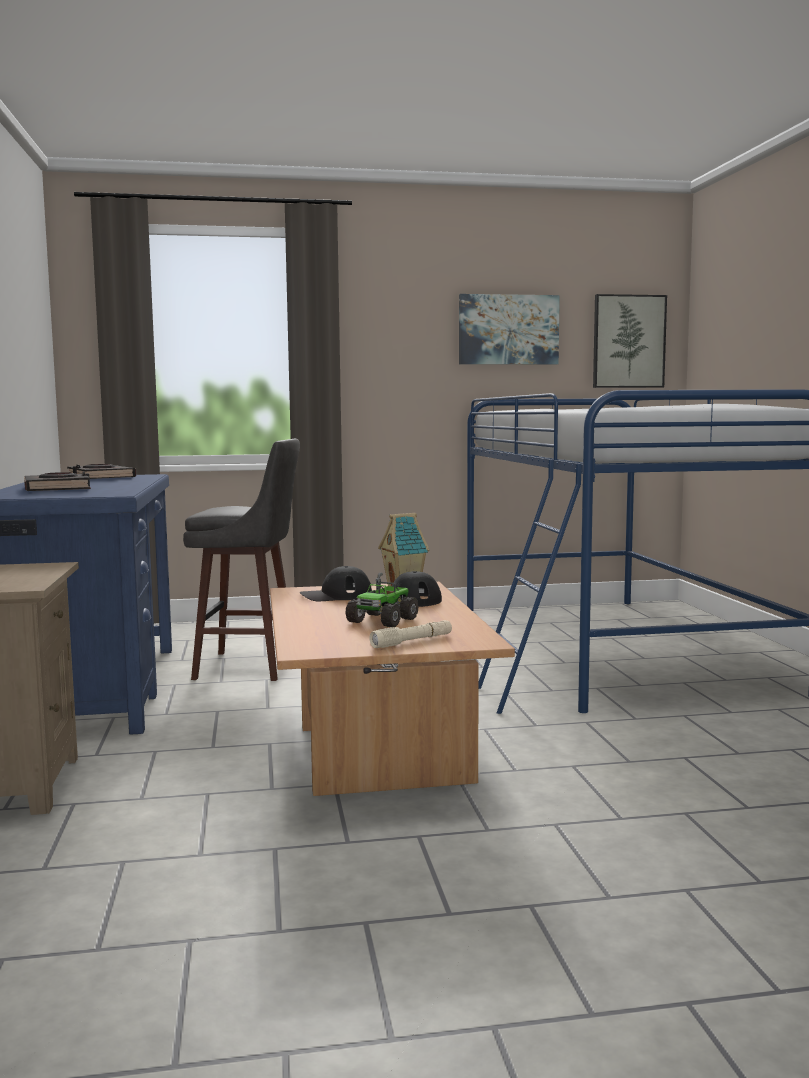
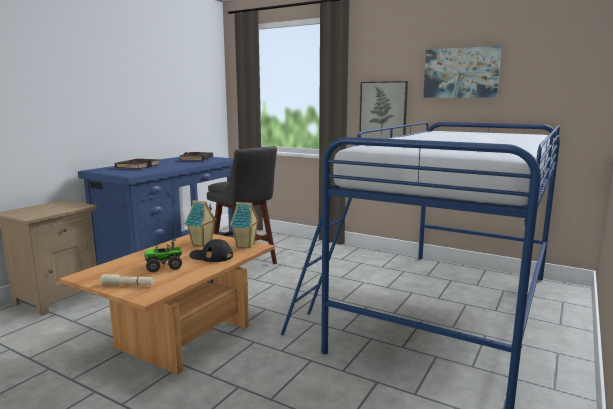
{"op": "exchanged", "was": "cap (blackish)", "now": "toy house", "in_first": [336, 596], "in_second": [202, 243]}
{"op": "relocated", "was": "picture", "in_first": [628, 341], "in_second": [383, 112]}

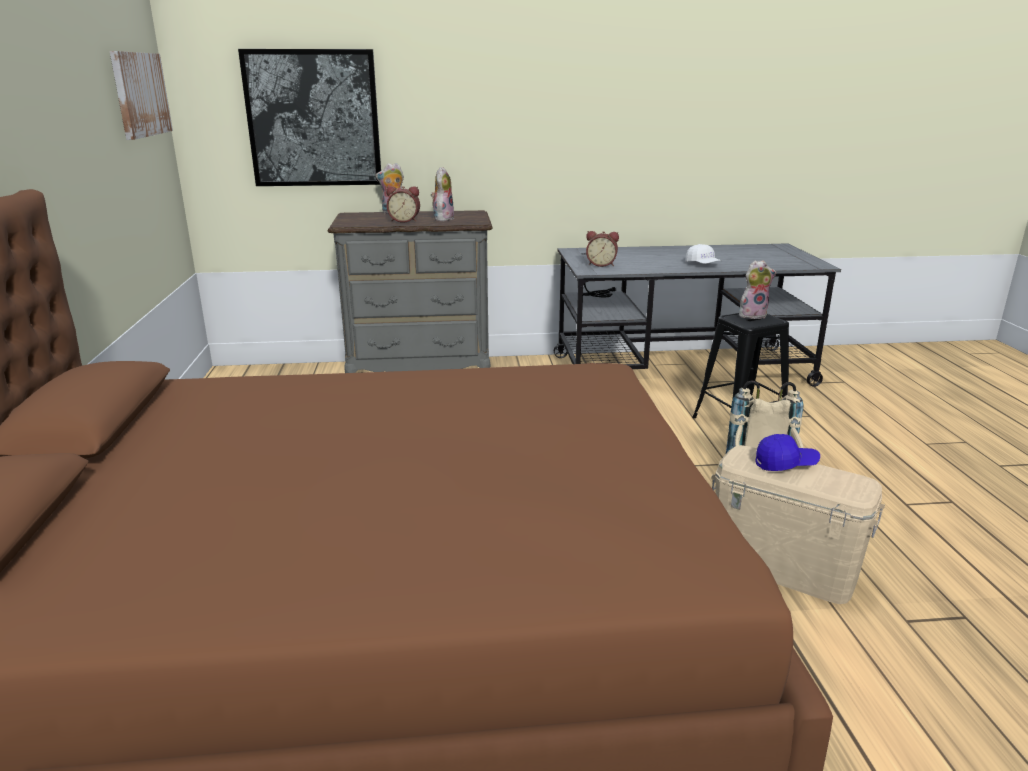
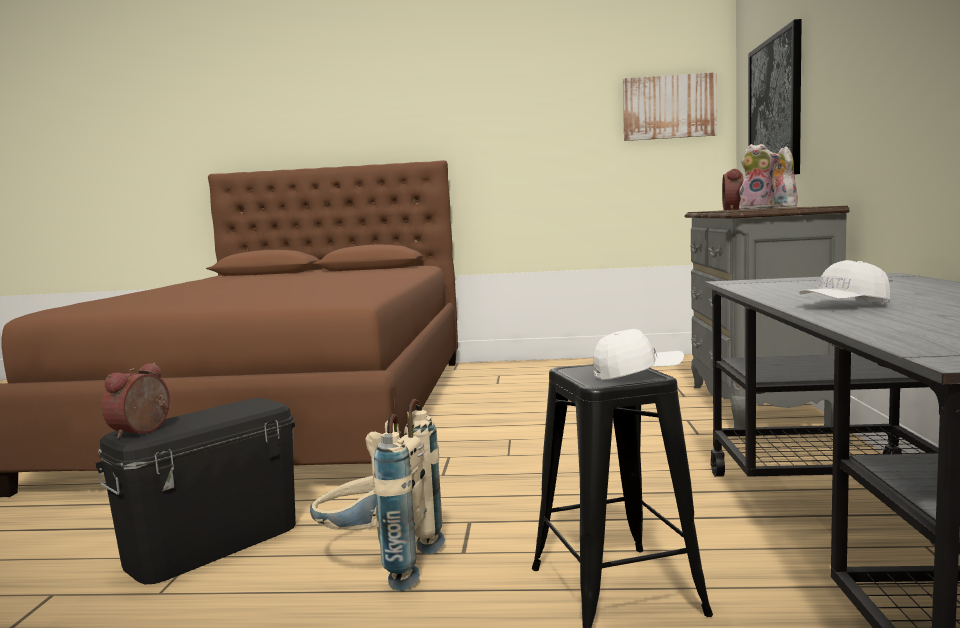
{"op": "colour", "was": "storage bin (sand-coloured)", "now": "storage bin (blackish)", "in_first": [783, 567], "in_second": [213, 544]}
{"op": "relocated", "was": "table clock", "in_first": [601, 264], "in_second": [143, 431]}
{"op": "exchanged", "was": "plush toy", "now": "cap (white)", "in_first": [752, 315], "in_second": [637, 374]}
{"op": "missing", "was": "cap (blue)", "in_first": [785, 464]}

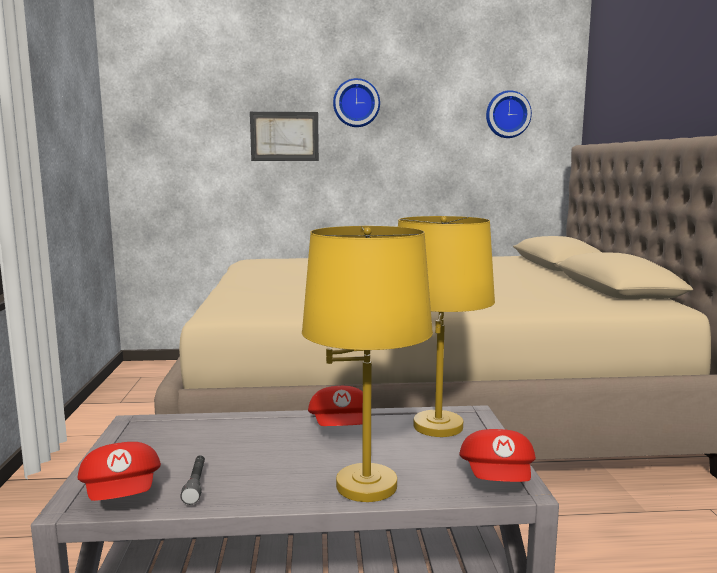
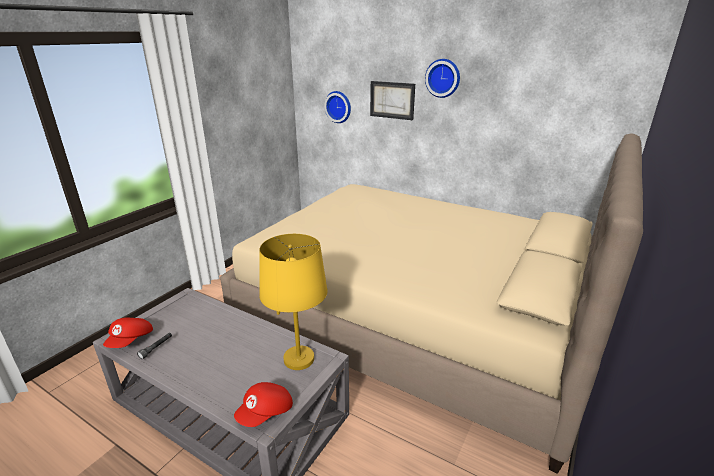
{"op": "relocated", "was": "clock on the wall", "in_first": [507, 114], "in_second": [339, 107]}
{"op": "missing", "was": "lamp for a table (yellowish)", "in_first": [366, 485]}
{"op": "missing", "was": "cap (red)", "in_first": [340, 427]}

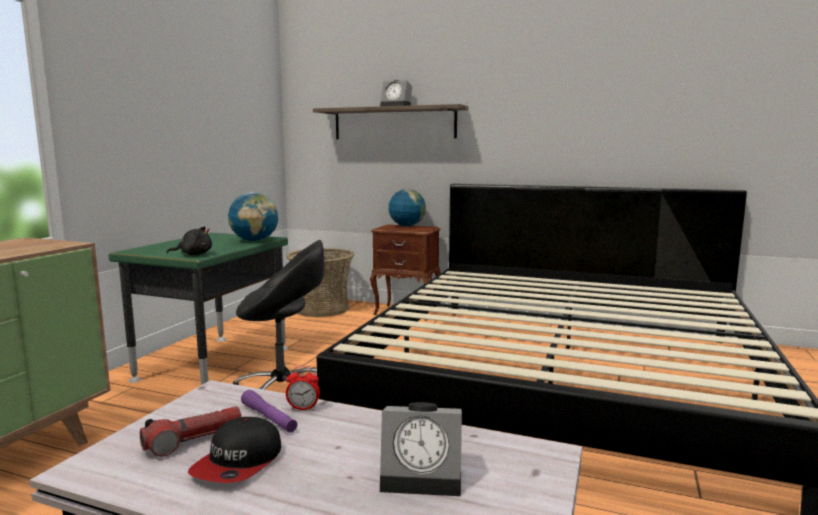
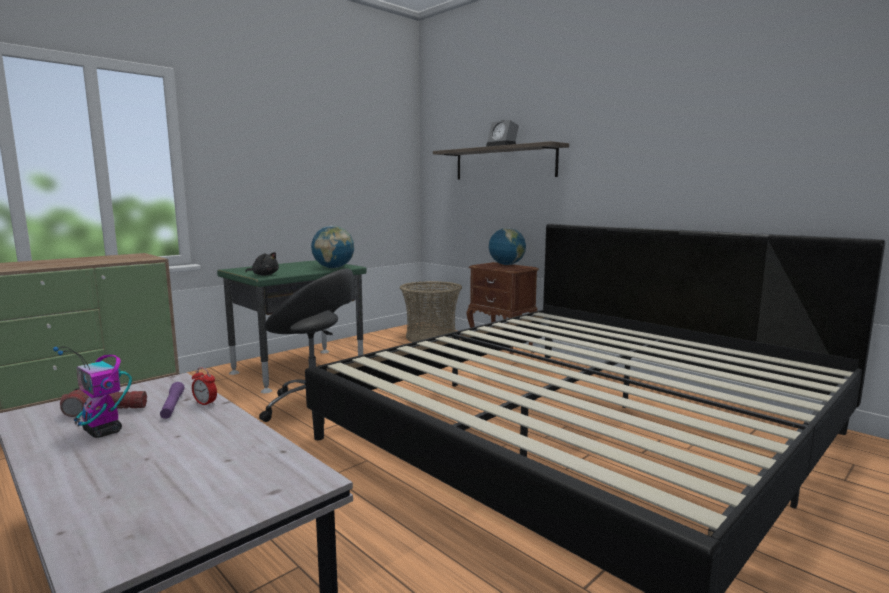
{"op": "exchanged", "was": "cap", "now": "robot figure", "in_first": [238, 463], "in_second": [103, 431]}
{"op": "missing", "was": "table clock", "in_first": [424, 476]}

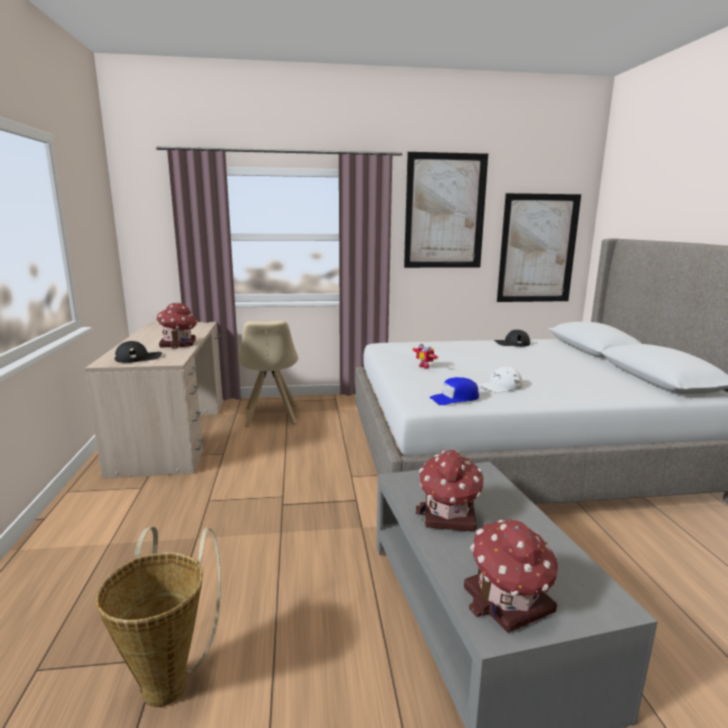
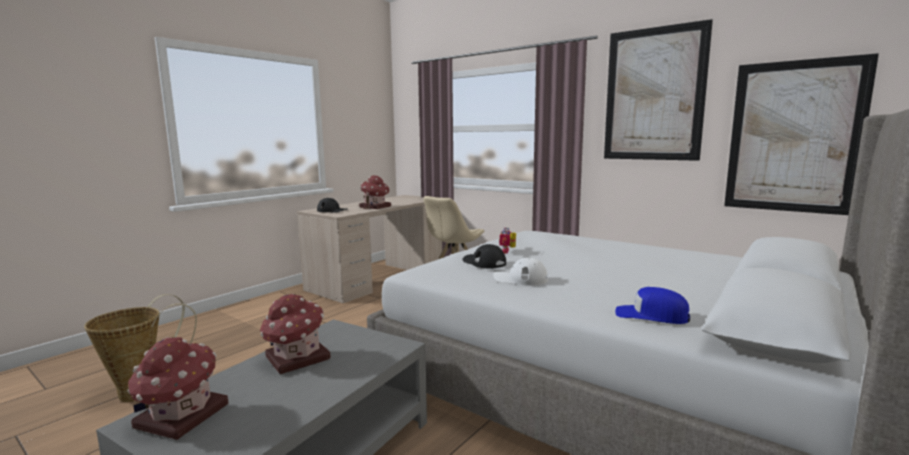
{"op": "relocated", "was": "cap (blackish)", "in_first": [512, 343], "in_second": [484, 262]}
{"op": "relocated", "was": "cap (blue)", "in_first": [454, 398], "in_second": [651, 315]}

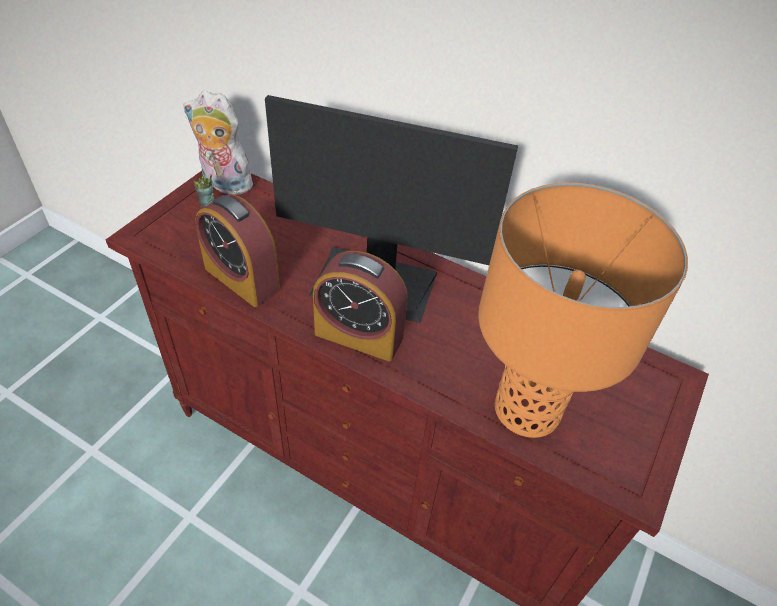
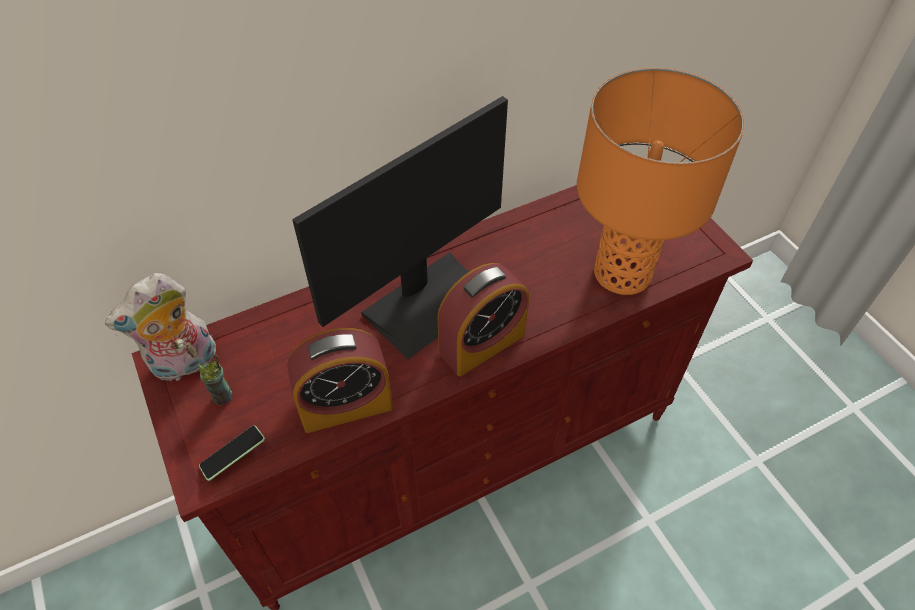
{"op": "appeared", "now": "handset", "in_second": [234, 456]}

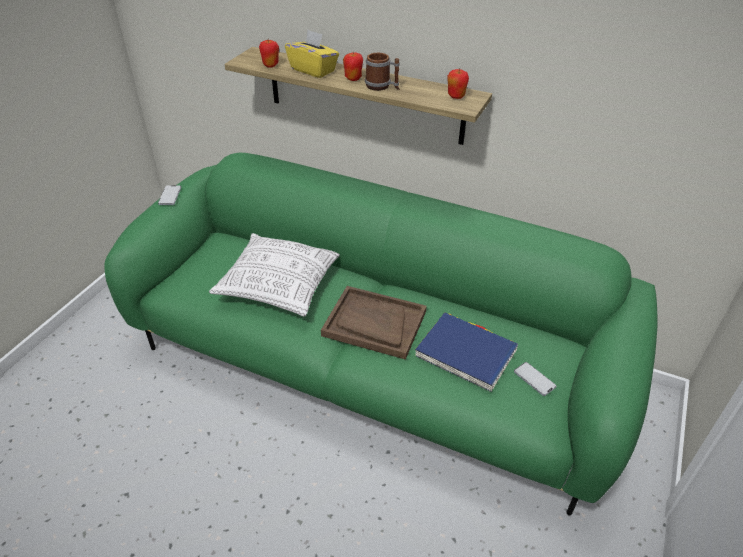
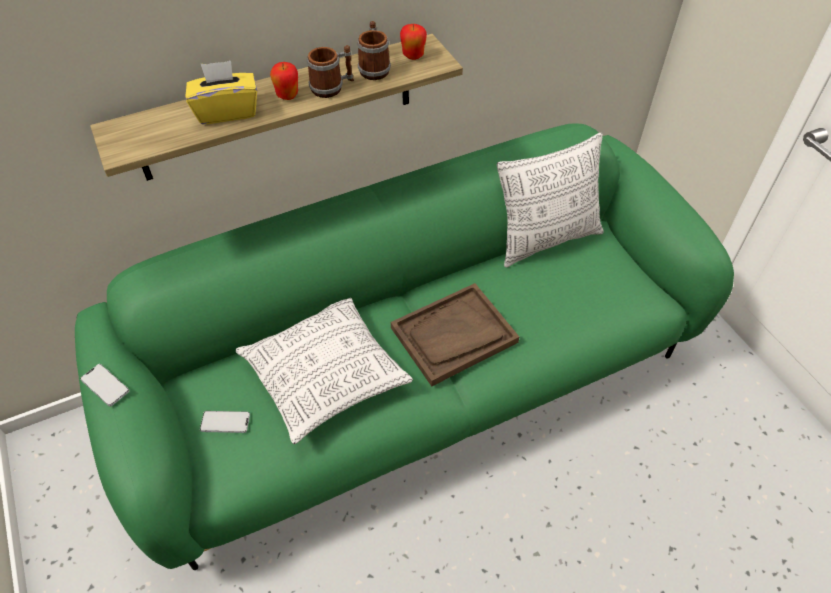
{"op": "relocated", "was": "handset", "in_first": [534, 379], "in_second": [225, 422]}
{"op": "appeared", "now": "coffee mug", "in_second": [374, 68]}
{"op": "appeared", "now": "cushion", "in_second": [546, 239]}
{"op": "missing", "was": "whole apple", "in_first": [270, 65]}
{"op": "missing", "was": "book (blue)", "in_first": [466, 353]}

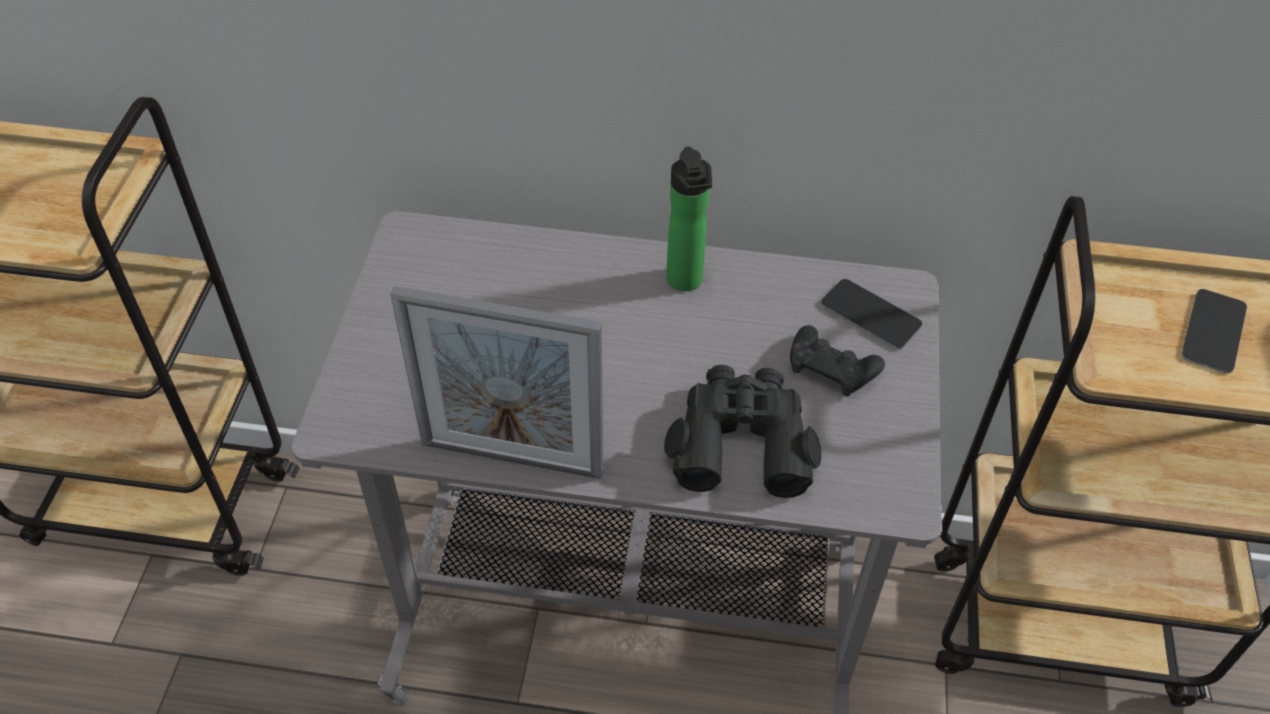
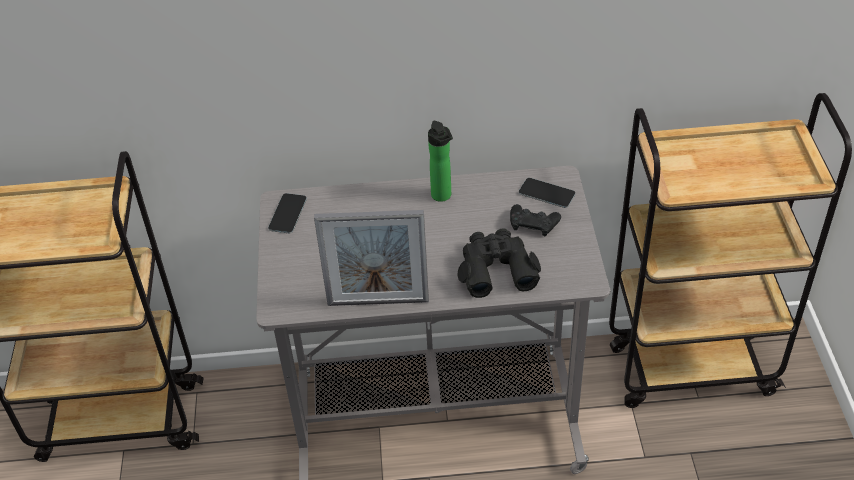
{"op": "relocated", "was": "handset", "in_first": [1213, 331], "in_second": [287, 214]}

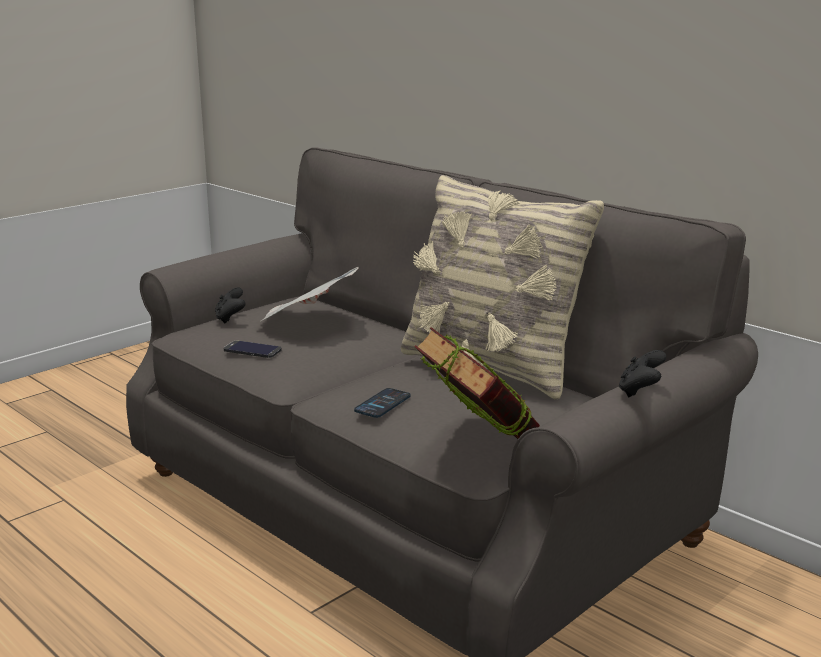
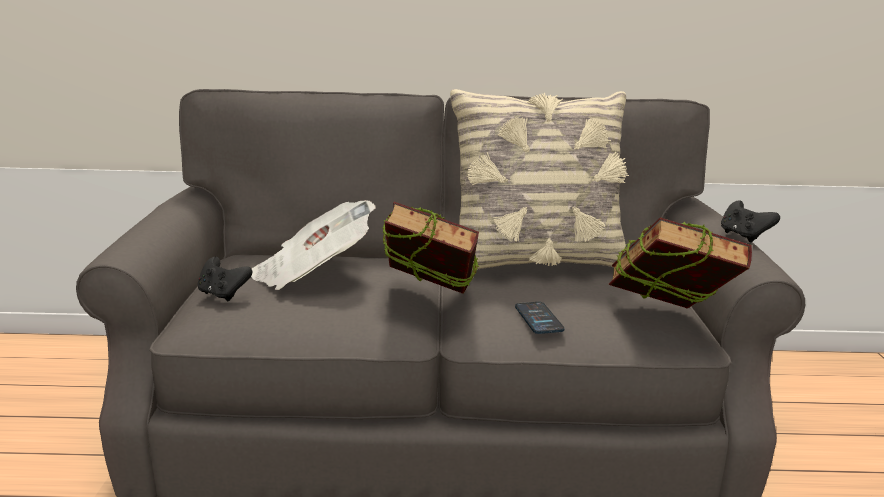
{"op": "appeared", "now": "book", "in_second": [429, 303]}
{"op": "missing", "was": "handset", "in_first": [252, 350]}

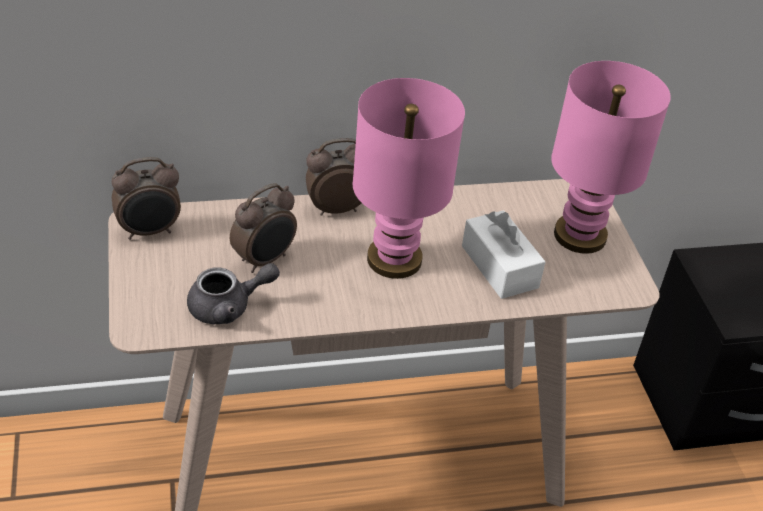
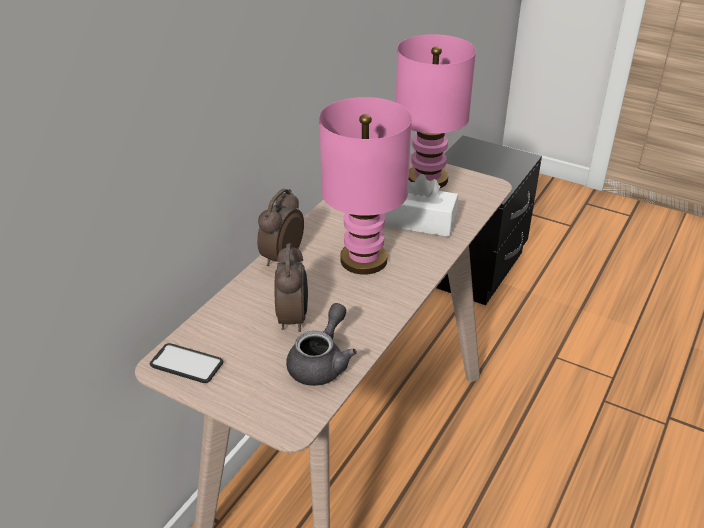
{"op": "exchanged", "was": "table clock", "now": "handset", "in_first": [149, 231], "in_second": [186, 364]}

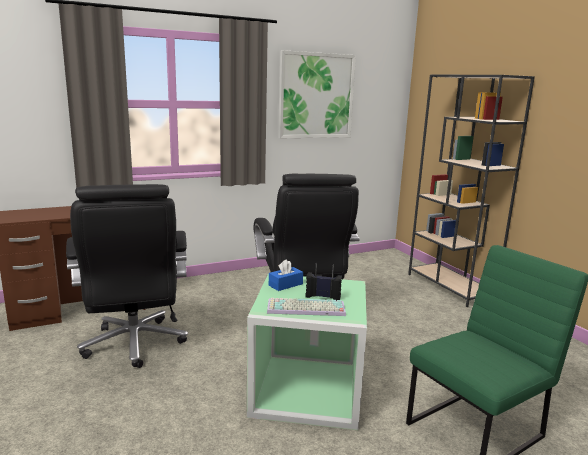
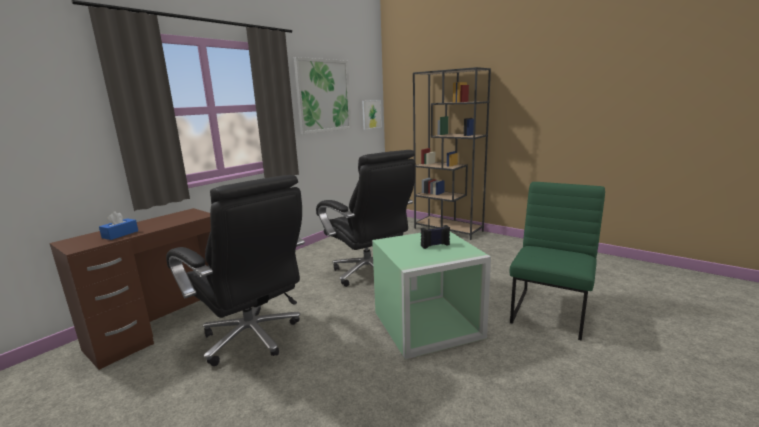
{"op": "relocated", "was": "box of tissues (blue)", "in_first": [285, 285], "in_second": [120, 234]}
{"op": "appeared", "now": "picture", "in_second": [371, 114]}
{"op": "missing", "was": "computer keyboard", "in_first": [305, 309]}

